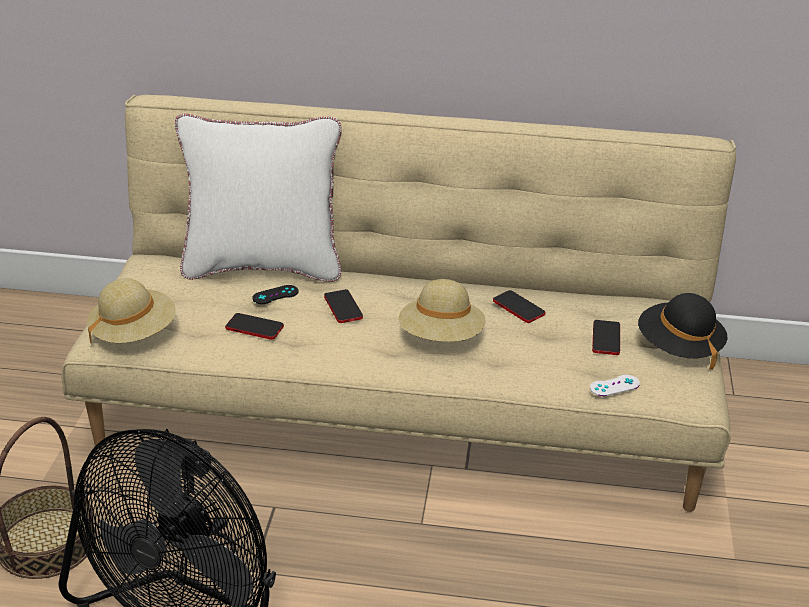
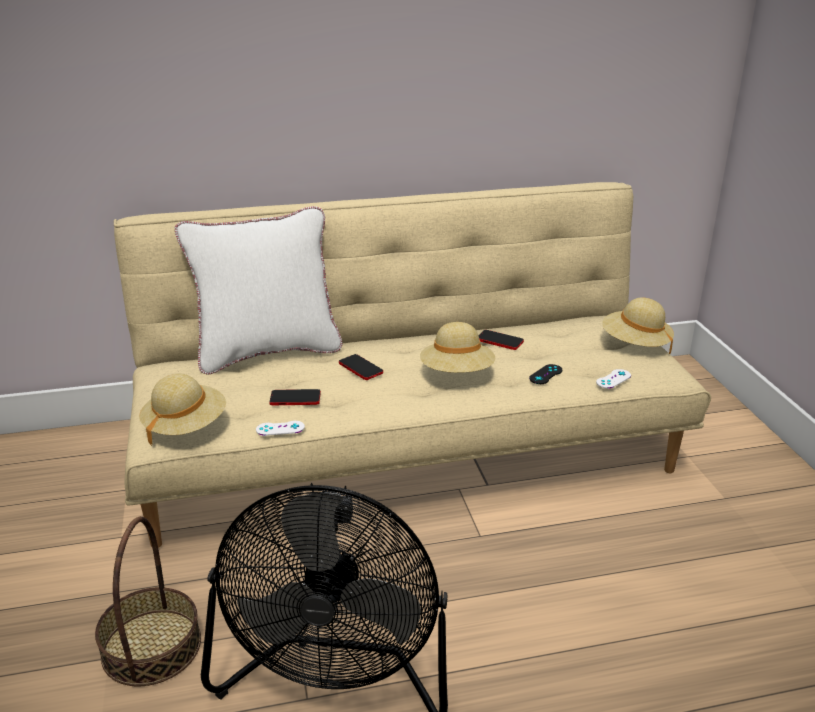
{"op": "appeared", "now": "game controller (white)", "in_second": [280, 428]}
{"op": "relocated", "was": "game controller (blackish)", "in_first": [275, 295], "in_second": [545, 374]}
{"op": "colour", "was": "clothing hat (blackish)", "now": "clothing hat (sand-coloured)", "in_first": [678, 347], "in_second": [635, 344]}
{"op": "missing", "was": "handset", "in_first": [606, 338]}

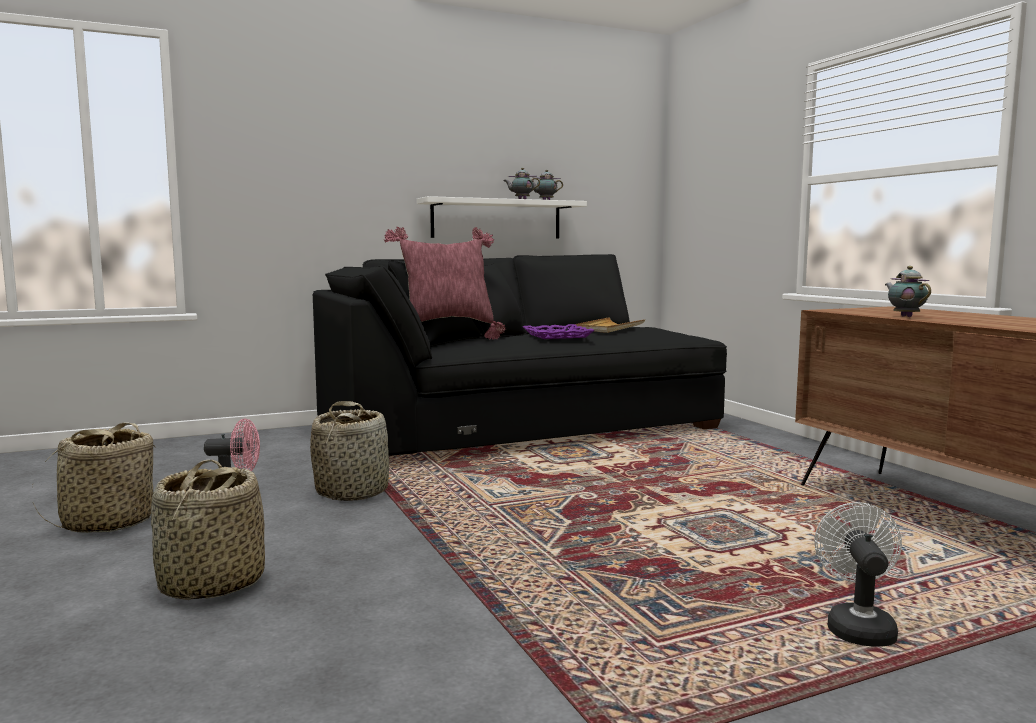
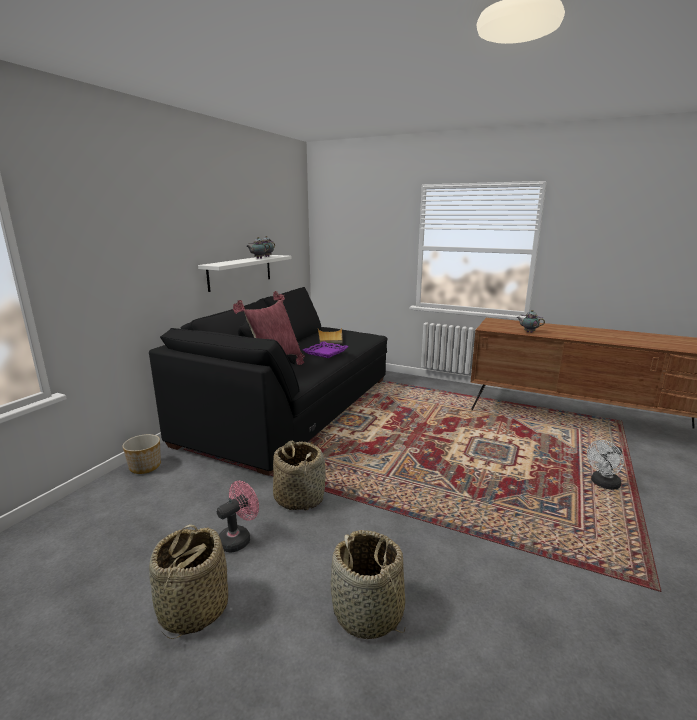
{"op": "appeared", "now": "plant pot", "in_second": [145, 466]}
{"op": "spun", "was": "electric fan (white)", "in_first": [857, 627], "in_second": [603, 484], "clockwise": -90}

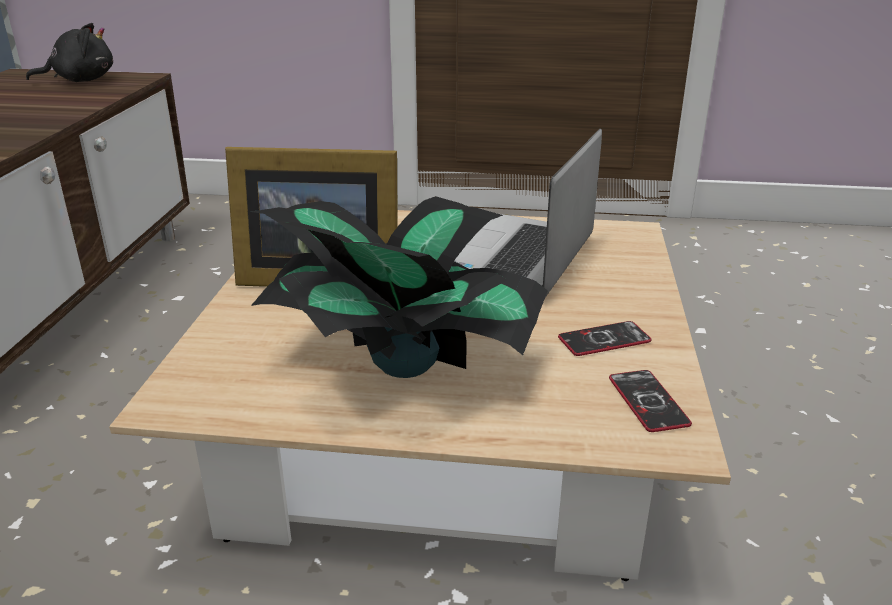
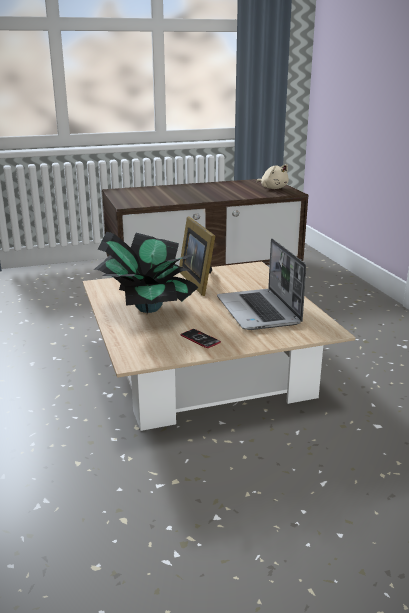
{"op": "spun", "was": "notebook computer", "in_first": [517, 260], "in_second": [259, 311], "clockwise": -105}
{"op": "colour", "was": "plush toy (blackish)", "now": "plush toy (sand-coloured)", "in_first": [80, 80], "in_second": [273, 188]}
{"op": "missing", "was": "handset", "in_first": [648, 402]}

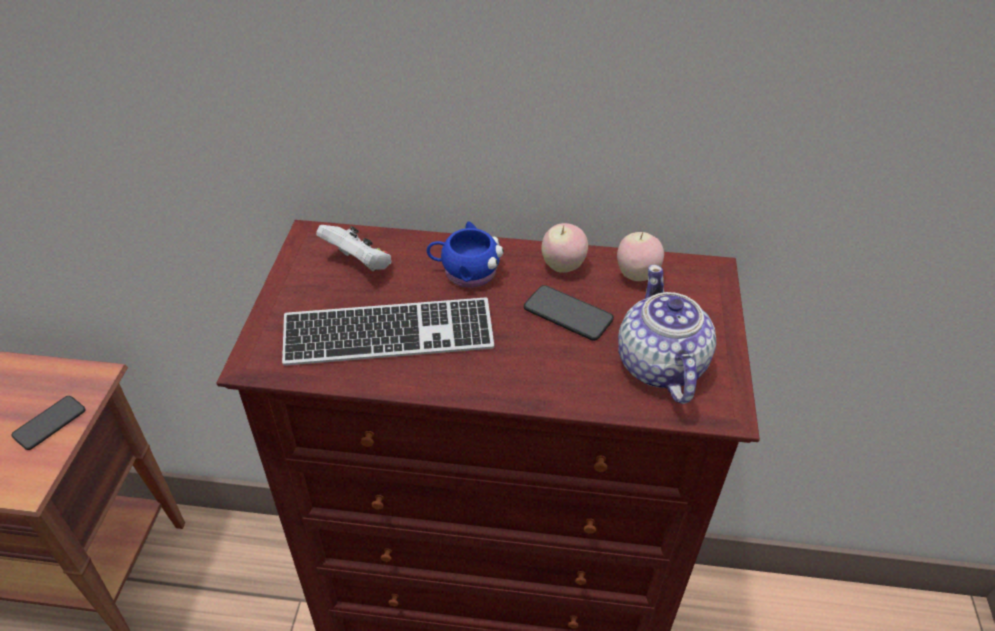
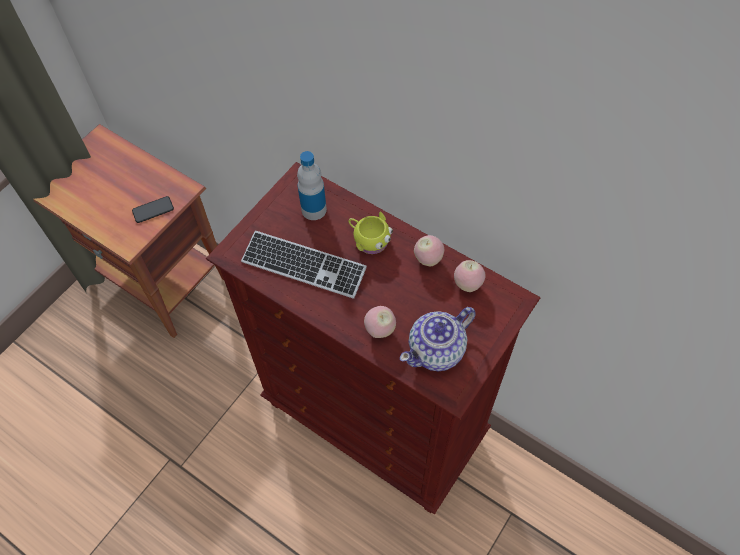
{"op": "exchanged", "was": "game controller (white)", "now": "beverage bottle", "in_first": [359, 264], "in_second": [314, 209]}
{"op": "colour", "was": "coffee mug (blue)", "now": "coffee mug (yellowish)", "in_first": [465, 272], "in_second": [369, 240]}
{"op": "appeared", "now": "whole apple", "in_second": [380, 330]}
{"op": "spun", "was": "pot for tea", "in_first": [659, 366], "in_second": [437, 350], "clockwise": -150}
{"op": "missing", "was": "handset", "in_first": [568, 314]}

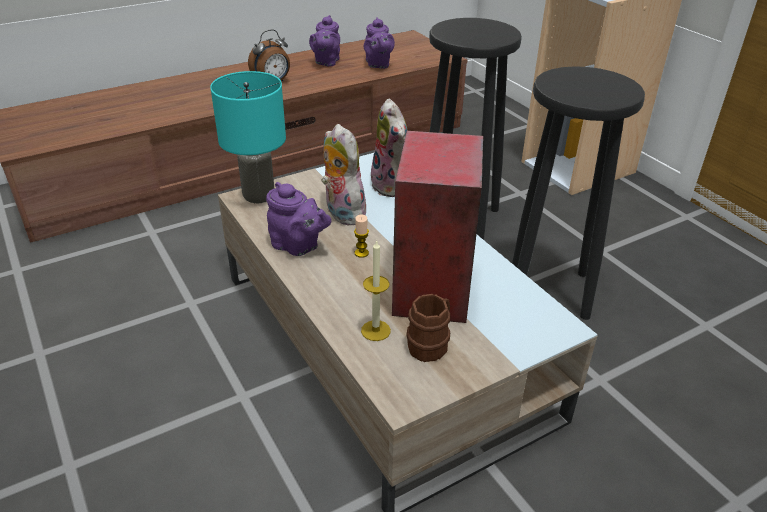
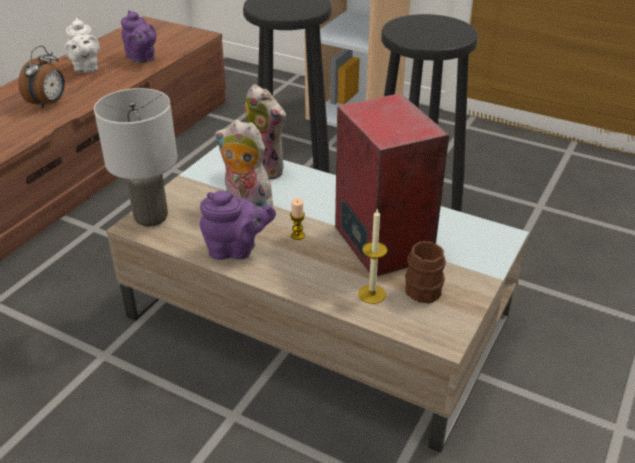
{"op": "colour", "was": "pot for tea (purple-coloured)", "now": "pot for tea (white)", "in_first": [326, 62], "in_second": [86, 68]}
{"op": "colour", "was": "lamp for a table (blue-green)", "now": "lamp for a table (white)", "in_first": [260, 197], "in_second": [153, 218]}

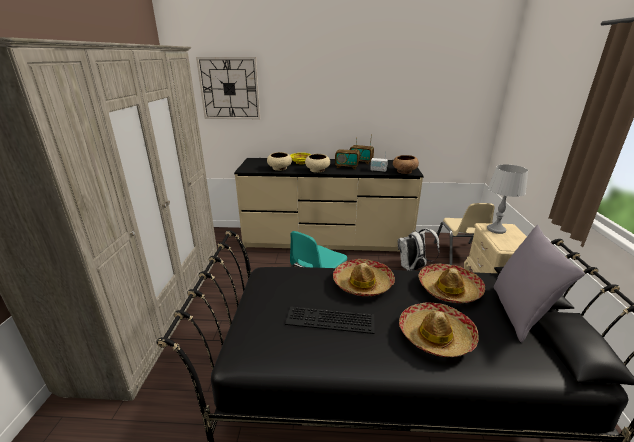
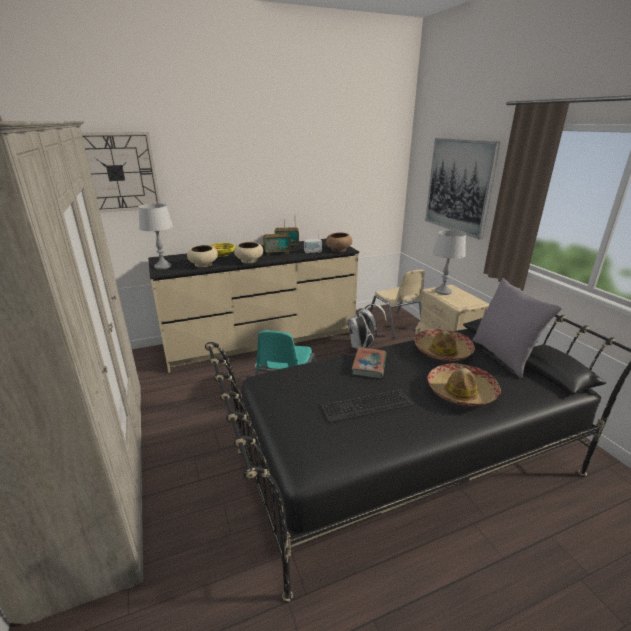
{"op": "appeared", "now": "lamp for a table (grey)", "in_second": [163, 266]}
{"op": "exchanged", "was": "clothing hat", "now": "book", "in_first": [362, 284], "in_second": [369, 365]}
{"op": "appeared", "now": "picture", "in_second": [459, 186]}

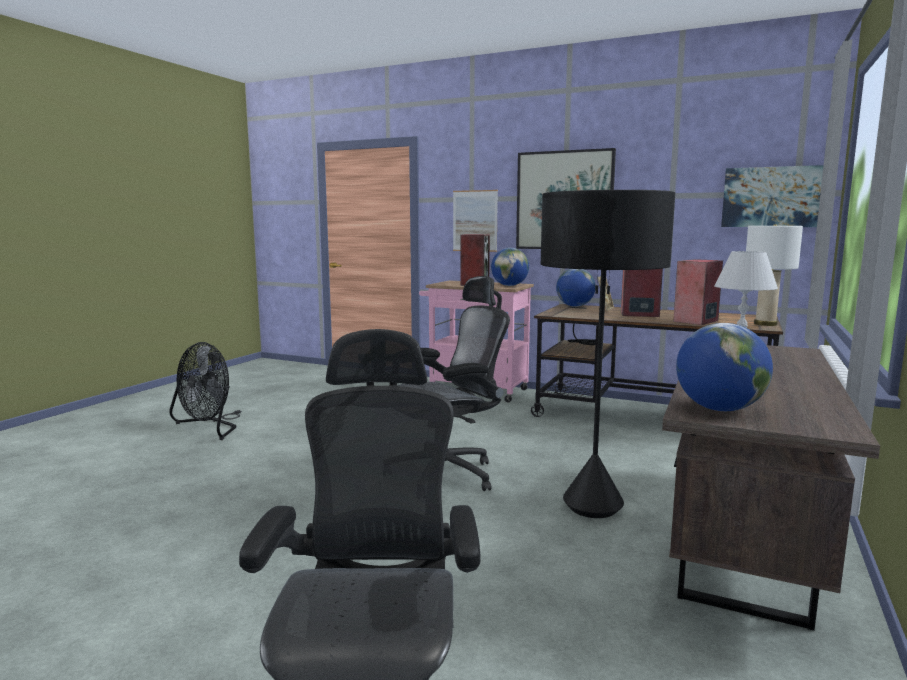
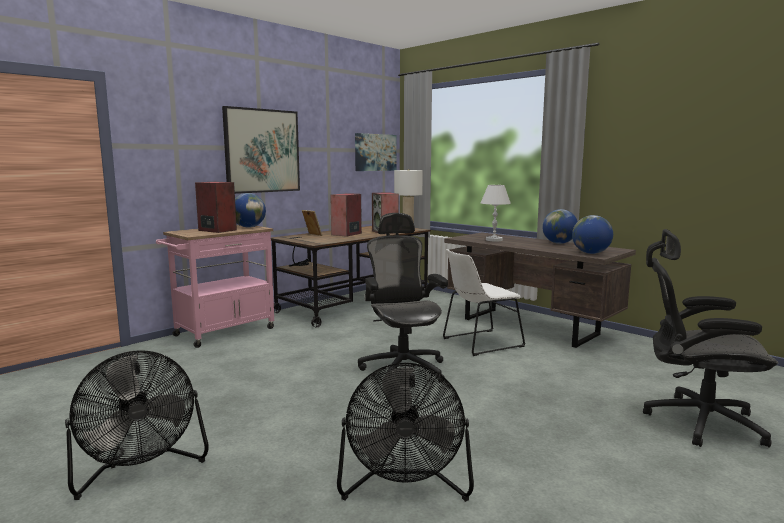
{"op": "appeared", "now": "electric fan (blackish)", "in_second": [400, 484]}
{"op": "exchanged", "was": "floor lamp (blackish)", "now": "upright chair (white)", "in_first": [592, 507], "in_second": [479, 343]}
{"op": "relocated", "was": "world globe", "in_first": [575, 306], "in_second": [559, 243]}
{"op": "missing", "was": "picture", "in_first": [475, 221]}

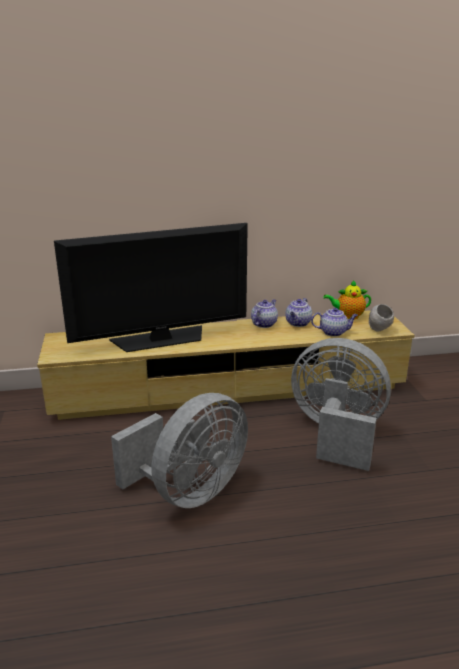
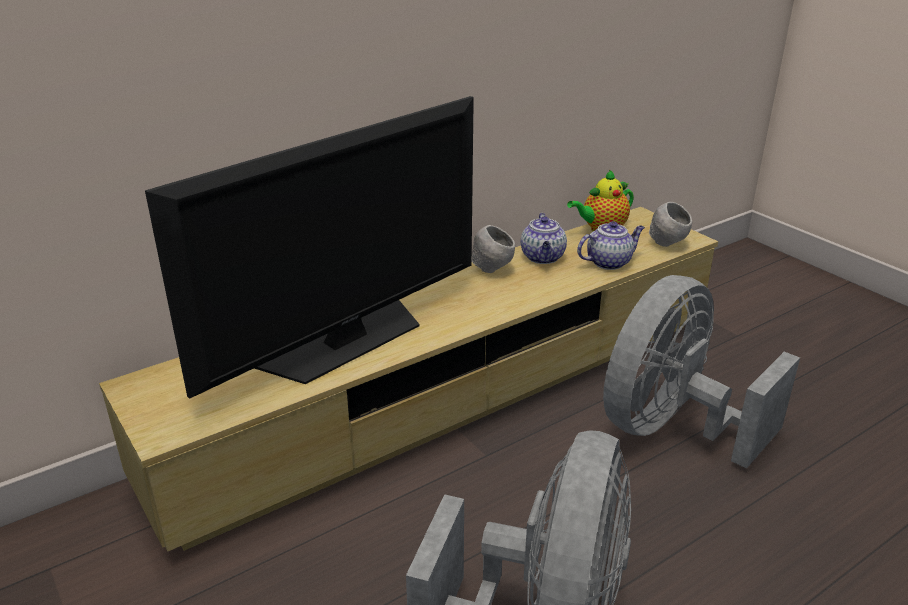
{"op": "exchanged", "was": "pot for tea", "now": "deep dish (grey)", "in_first": [264, 324], "in_second": [492, 270]}
{"op": "spun", "was": "electric fan (grey)", "in_first": [336, 434], "in_second": [672, 428], "clockwise": -45}

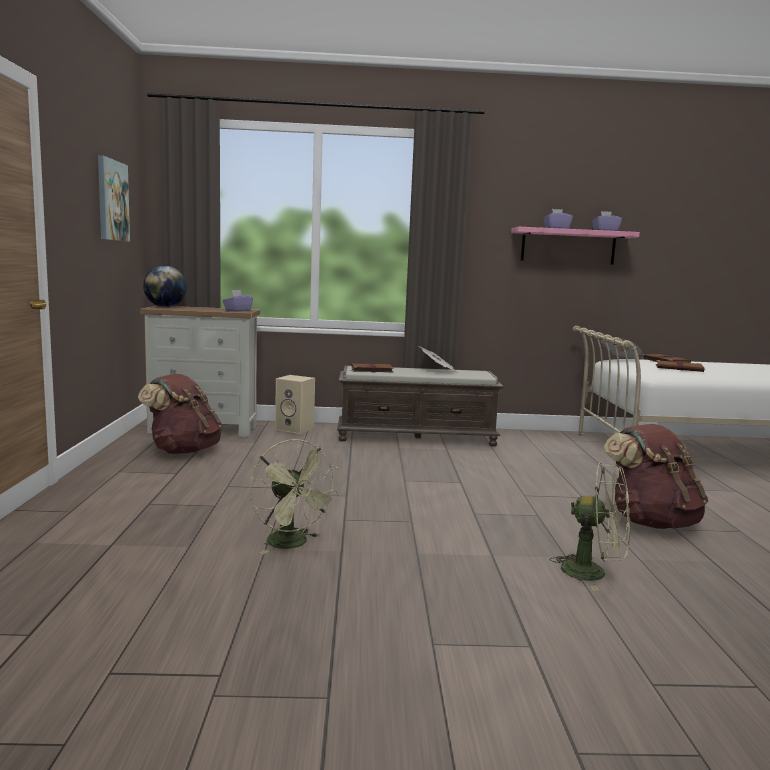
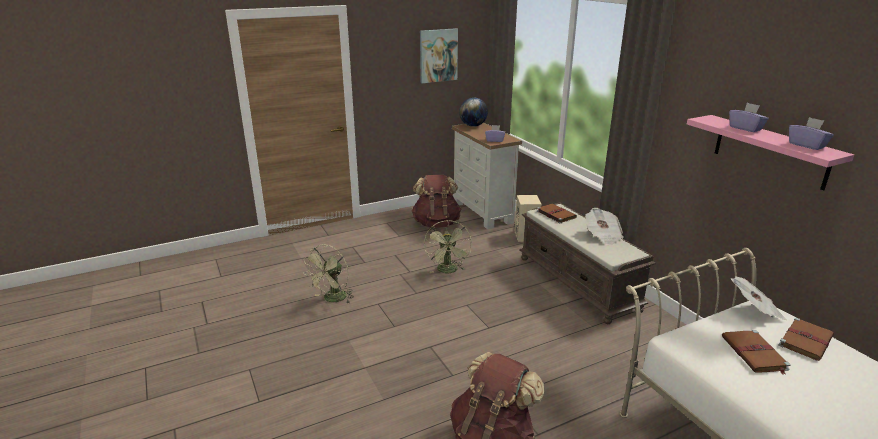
{"op": "relocated", "was": "electric fan (greenish)", "in_first": [593, 573], "in_second": [448, 271]}

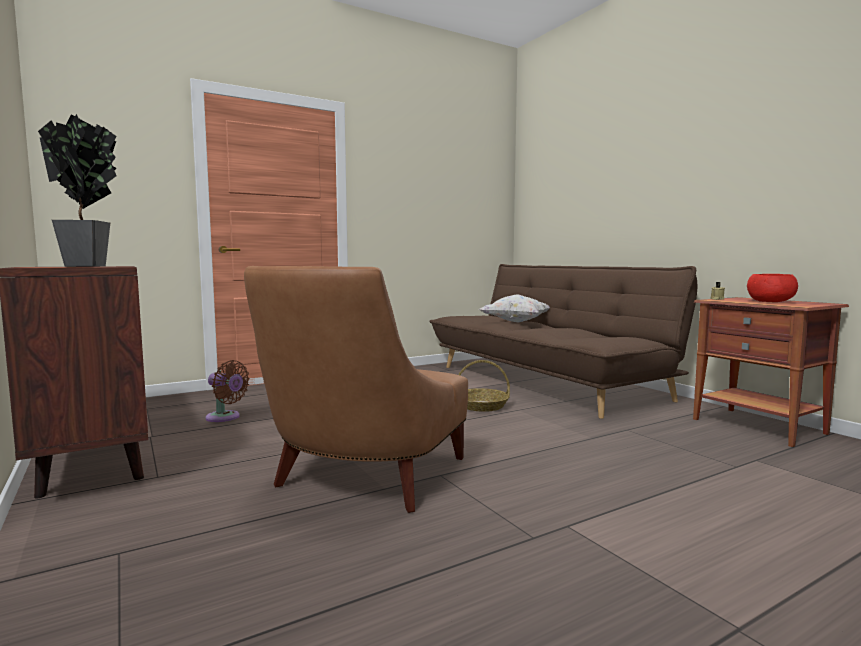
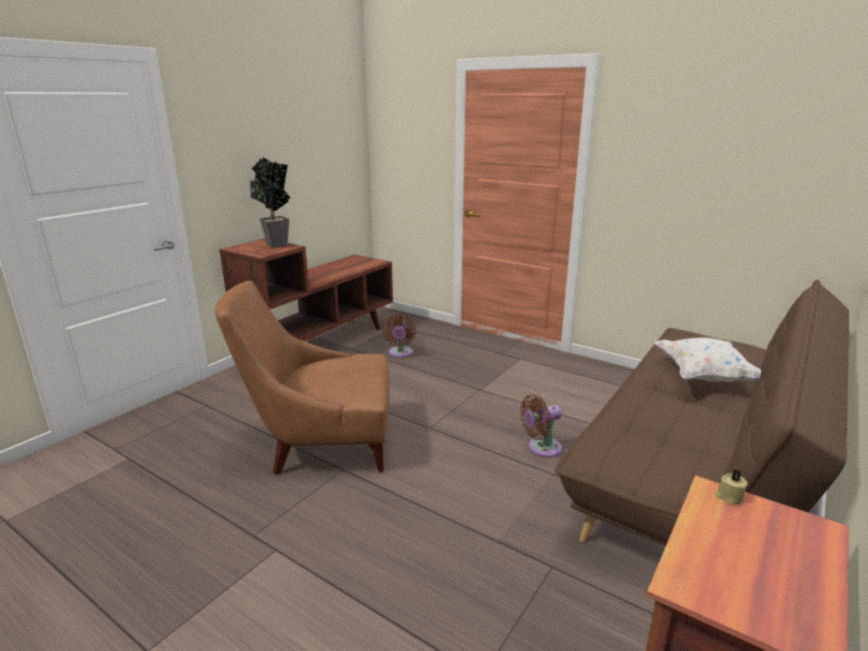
{"op": "exchanged", "was": "basket", "now": "electric fan (brown-coloured)", "in_first": [482, 406], "in_second": [541, 448]}
{"op": "missing", "was": "deep dish (red)", "in_first": [770, 301]}

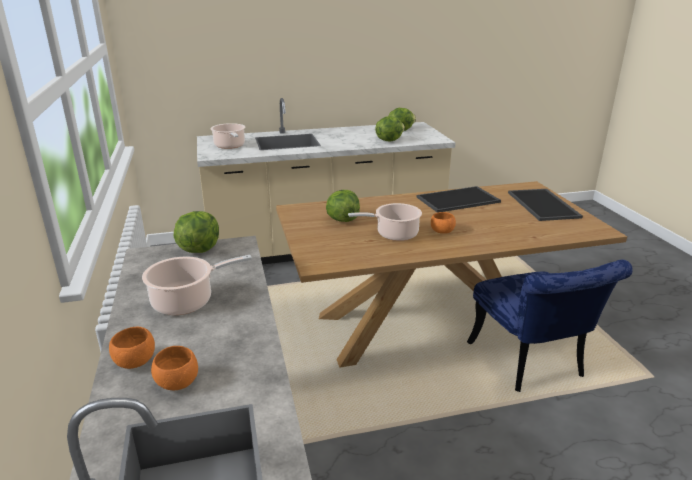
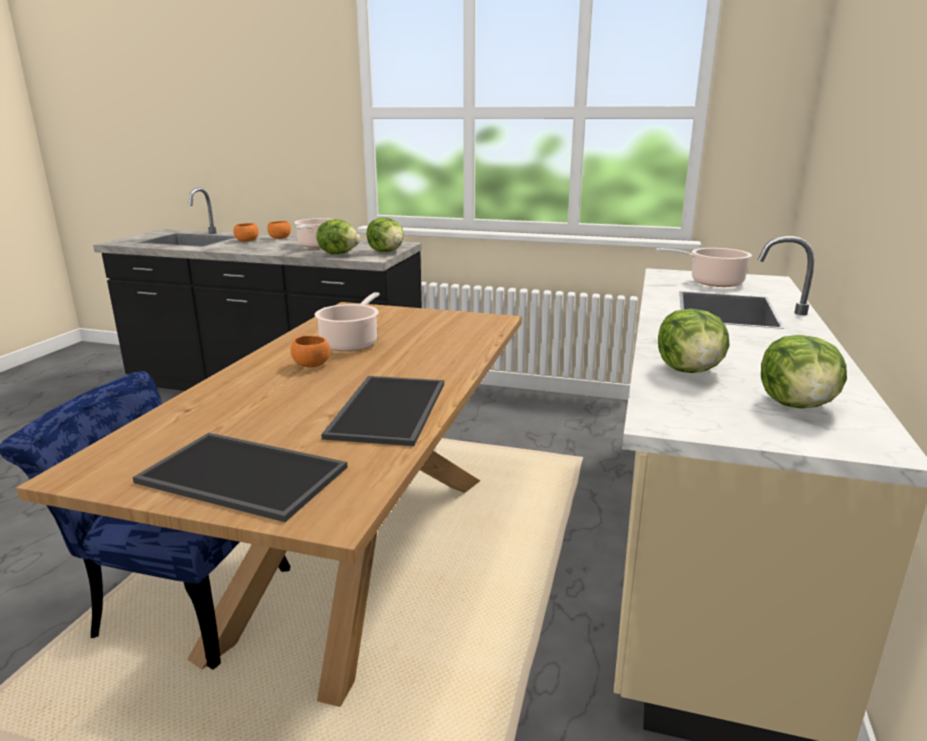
{"op": "relocated", "was": "lettuce", "in_first": [342, 220], "in_second": [339, 253]}

